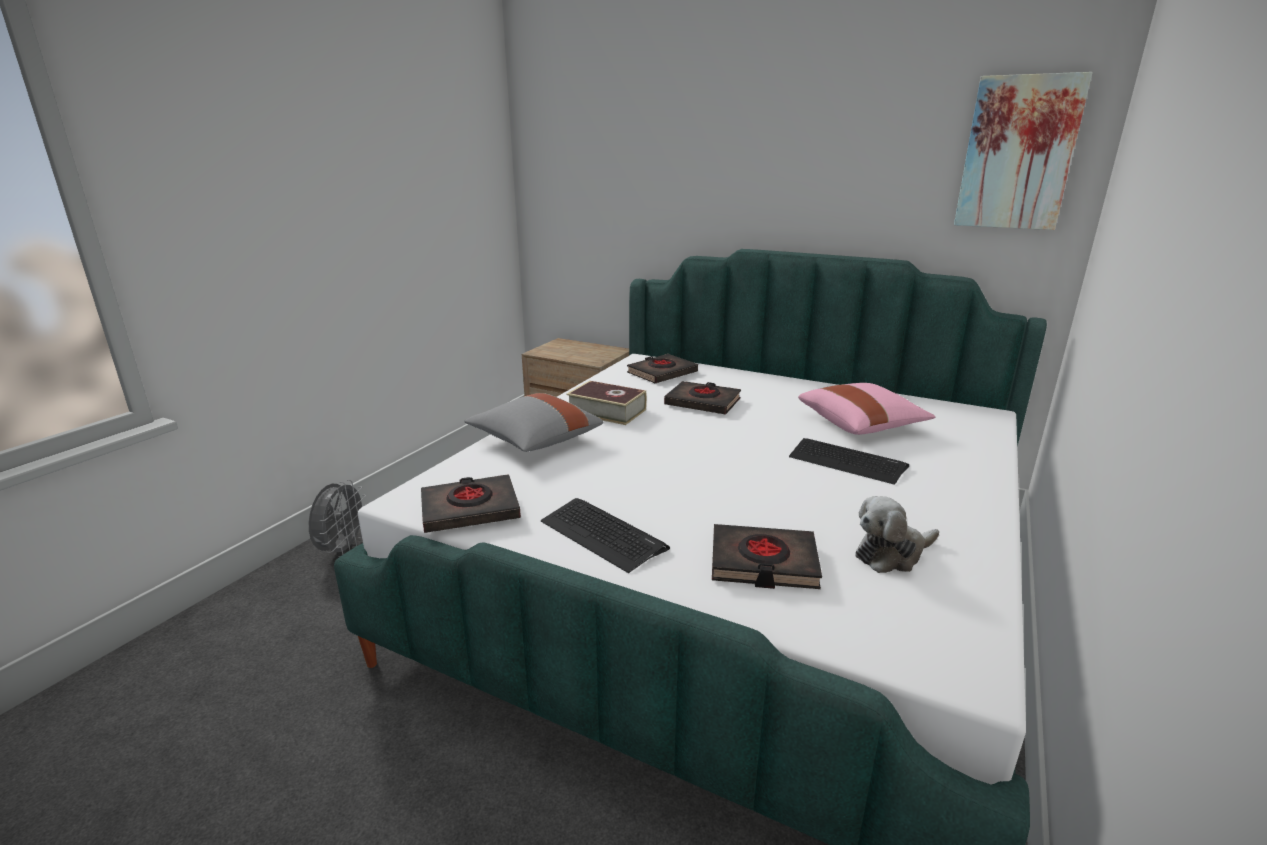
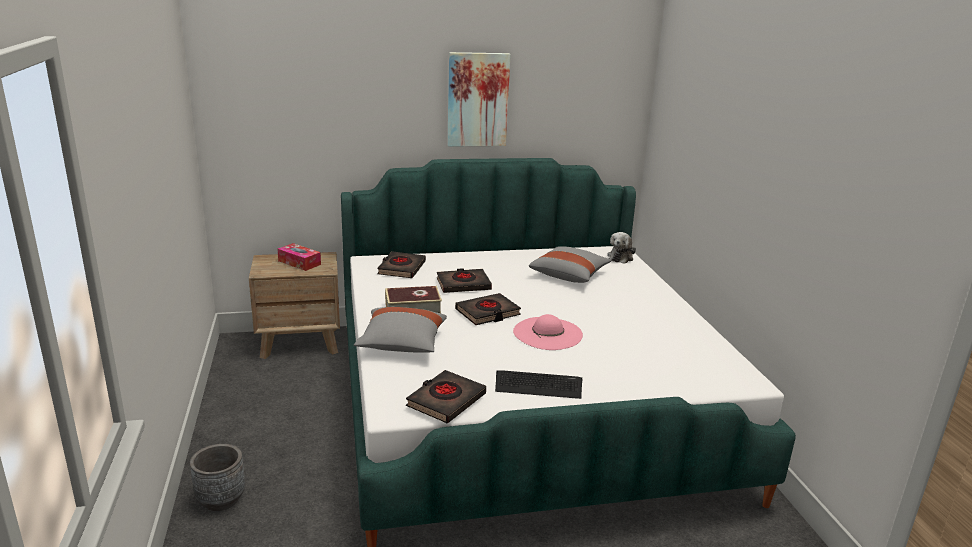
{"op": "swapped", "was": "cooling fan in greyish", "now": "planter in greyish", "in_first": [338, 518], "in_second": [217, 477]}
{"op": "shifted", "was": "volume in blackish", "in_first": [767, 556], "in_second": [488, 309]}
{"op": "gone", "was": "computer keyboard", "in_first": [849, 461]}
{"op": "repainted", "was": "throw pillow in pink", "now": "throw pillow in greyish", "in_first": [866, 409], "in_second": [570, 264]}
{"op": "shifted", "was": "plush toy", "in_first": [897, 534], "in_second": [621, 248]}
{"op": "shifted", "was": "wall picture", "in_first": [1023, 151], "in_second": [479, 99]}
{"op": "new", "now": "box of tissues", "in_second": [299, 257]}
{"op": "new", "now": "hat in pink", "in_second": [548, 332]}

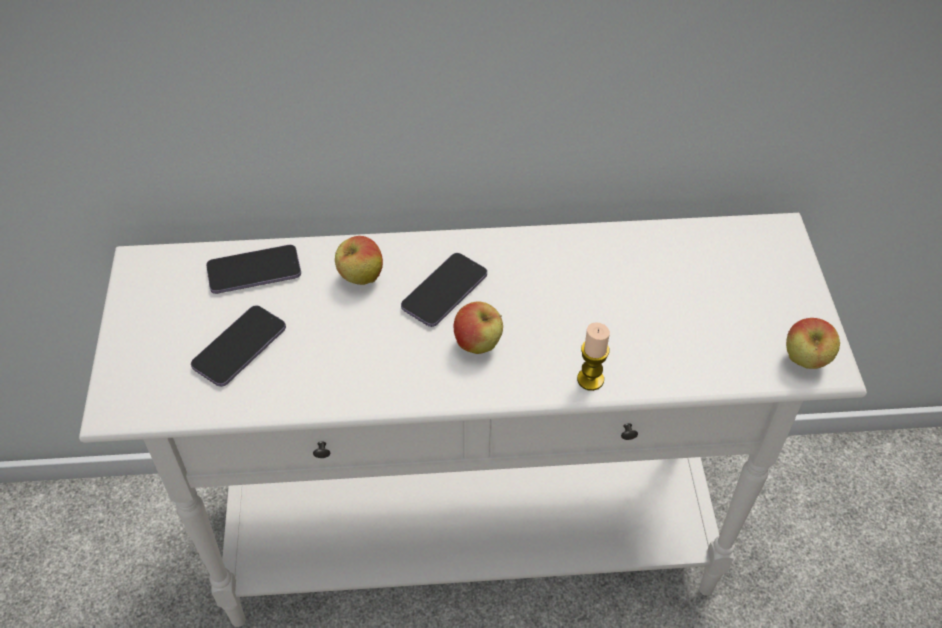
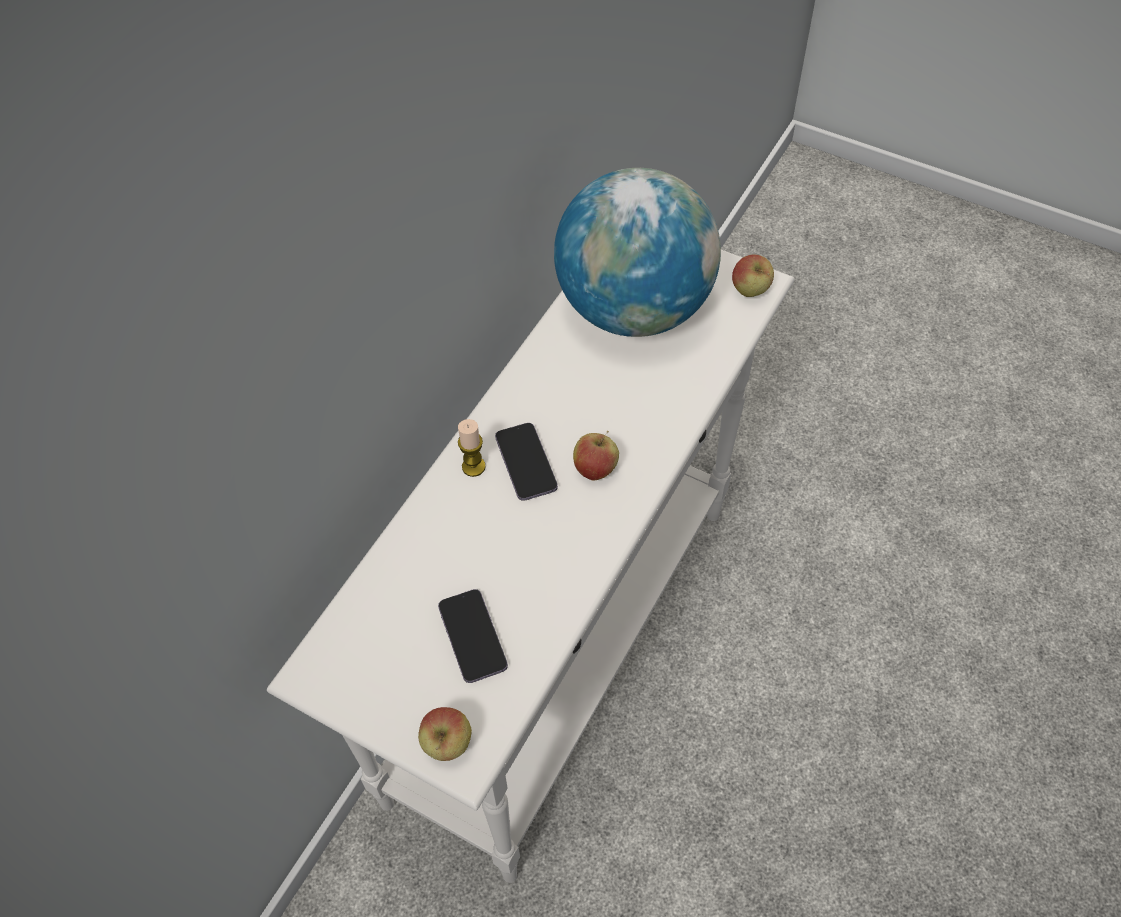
{"op": "gone", "was": "telephone", "in_first": [253, 269]}
{"op": "shifted", "was": "apple", "in_first": [359, 260], "in_second": [445, 734]}
{"op": "shifted", "was": "wax candle", "in_first": [593, 356], "in_second": [472, 448]}
{"op": "new", "now": "desk globe", "in_second": [637, 252]}

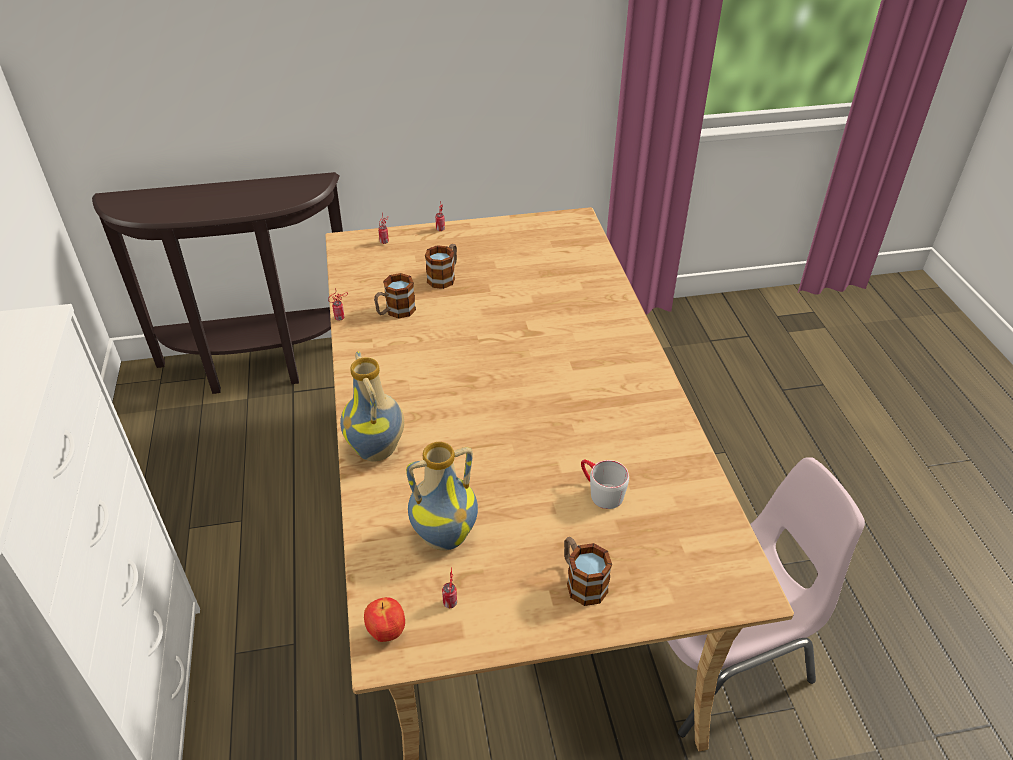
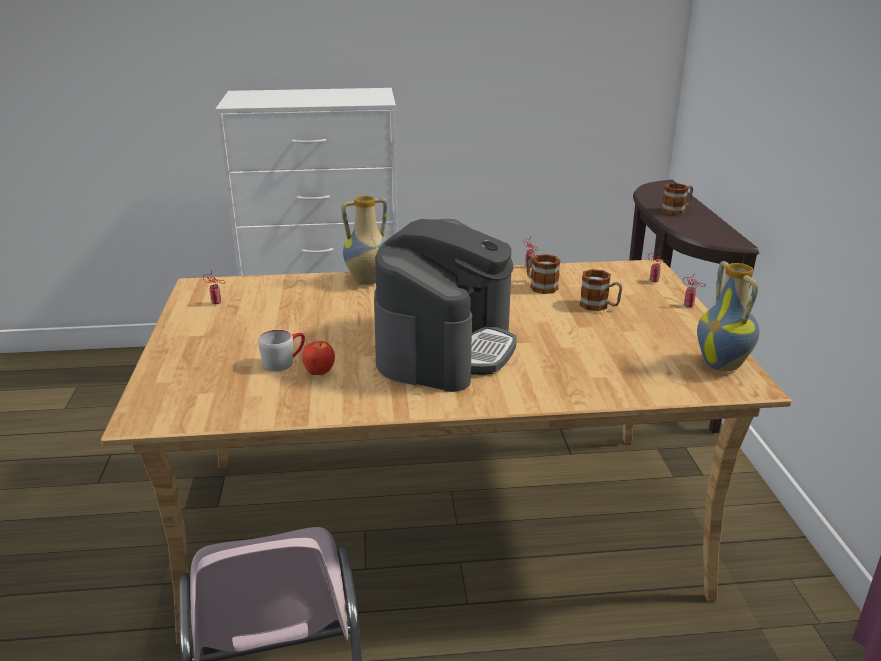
{"op": "shifted", "was": "apple", "in_first": [384, 619], "in_second": [318, 358]}
{"op": "shifted", "was": "vase", "in_first": [442, 496], "in_second": [728, 316]}
{"op": "shifted", "was": "mug", "in_first": [588, 571], "in_second": [677, 199]}
{"op": "new", "now": "coffee brewer", "in_second": [445, 305]}

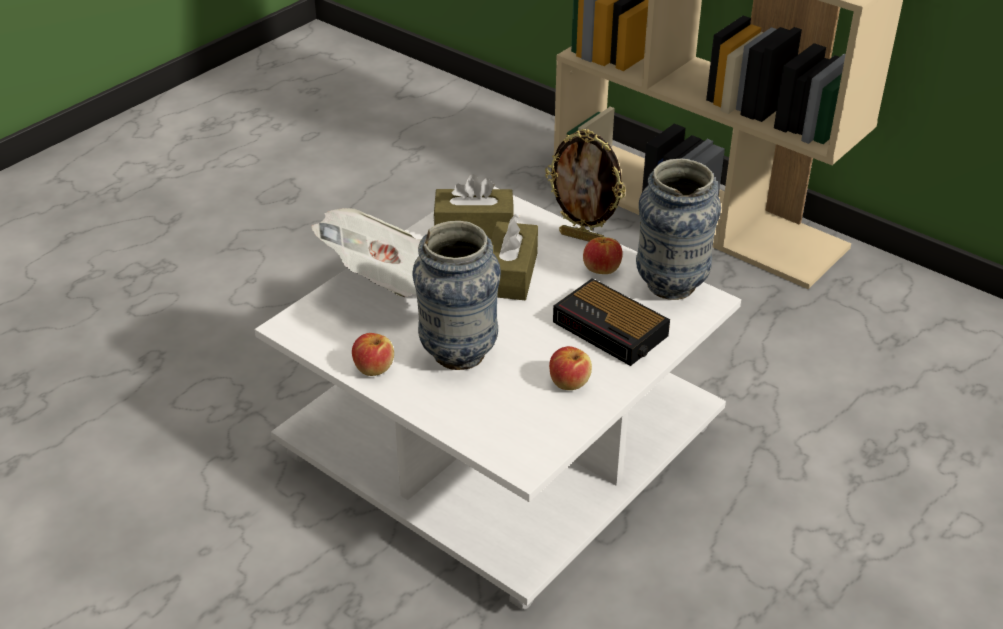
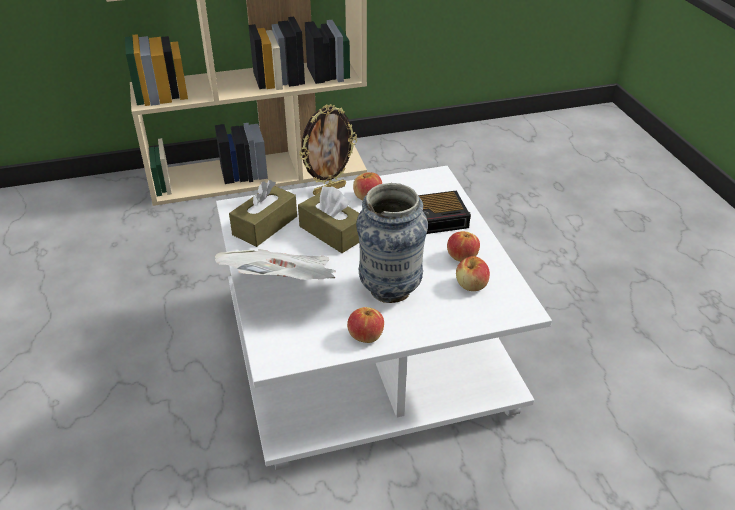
{"op": "gone", "was": "vase", "in_first": [678, 229]}
{"op": "new", "now": "apple", "in_second": [473, 273]}

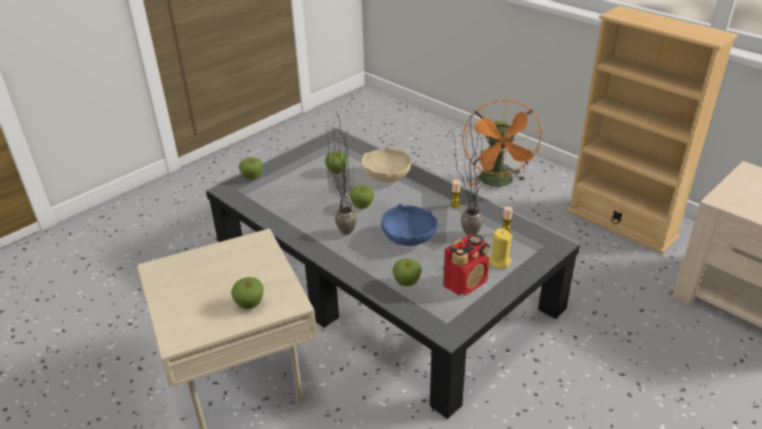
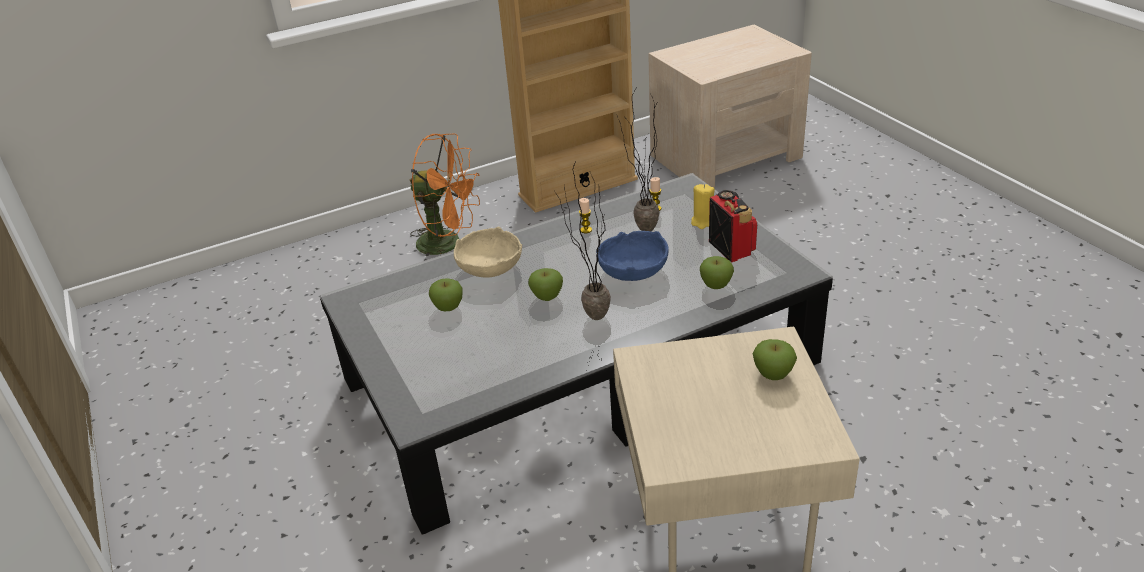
{"op": "gone", "was": "apple", "in_first": [251, 168]}

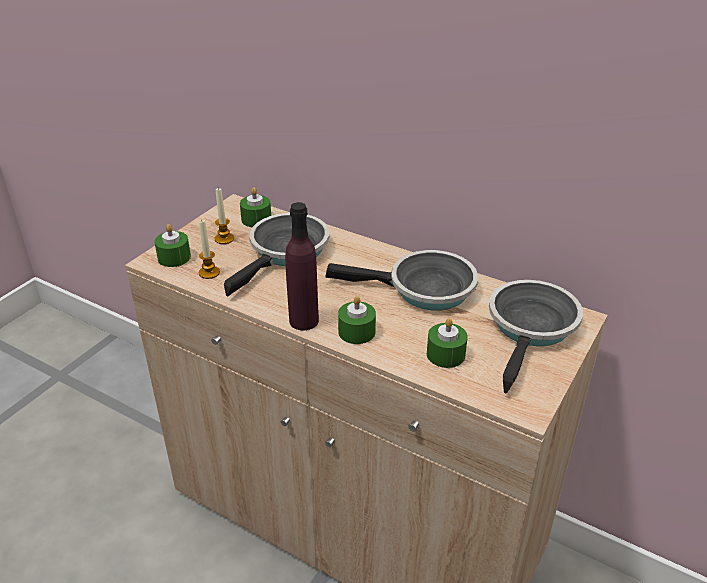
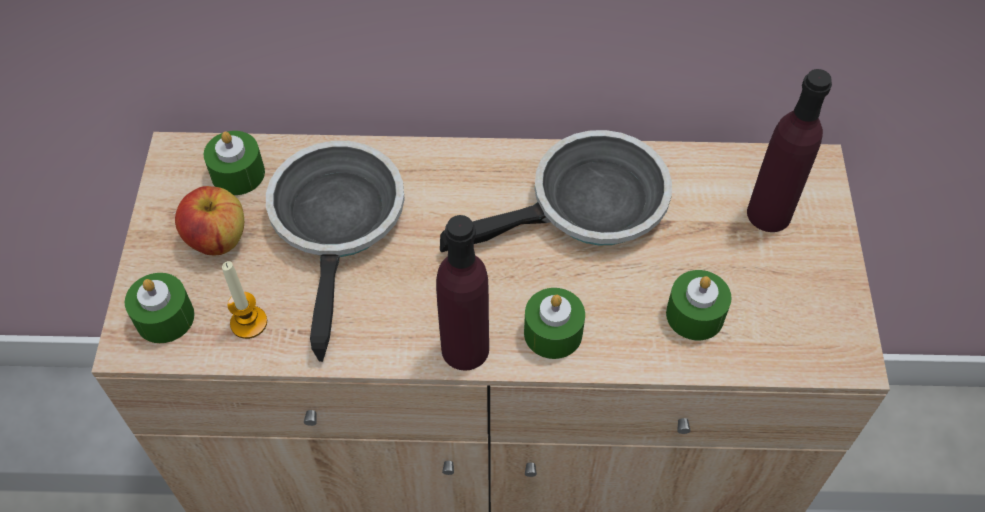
{"op": "swapped", "was": "wax candle", "now": "apple", "in_first": [224, 216], "in_second": [209, 220]}
{"op": "swapped", "was": "pan", "now": "bottle in purple-coloured", "in_first": [536, 337], "in_second": [789, 150]}

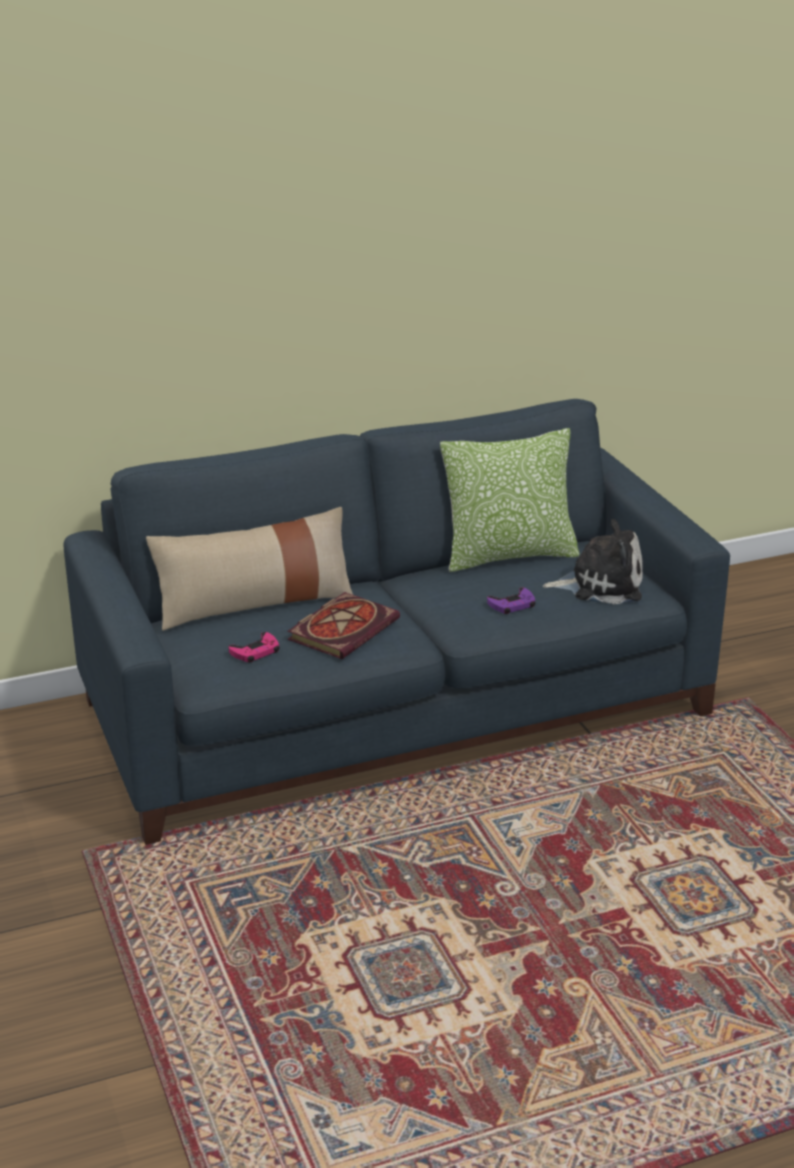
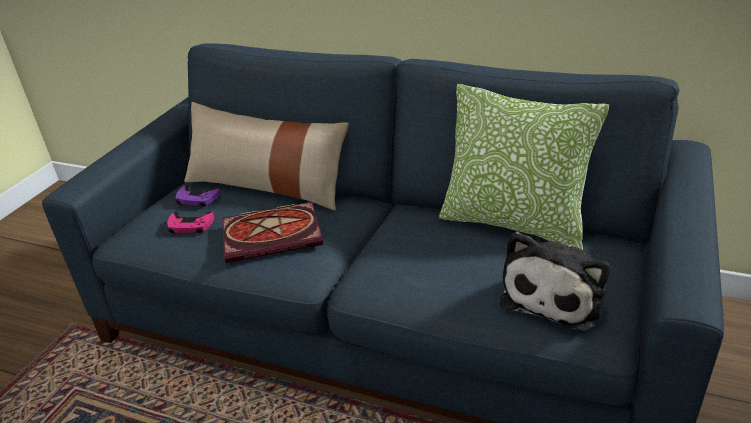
{"op": "shifted", "was": "game controller in purple-coloured", "in_first": [511, 601], "in_second": [197, 196]}
{"op": "rotated", "was": "plush toy", "in_first": [593, 562], "in_second": [555, 282], "clockwise": 75}

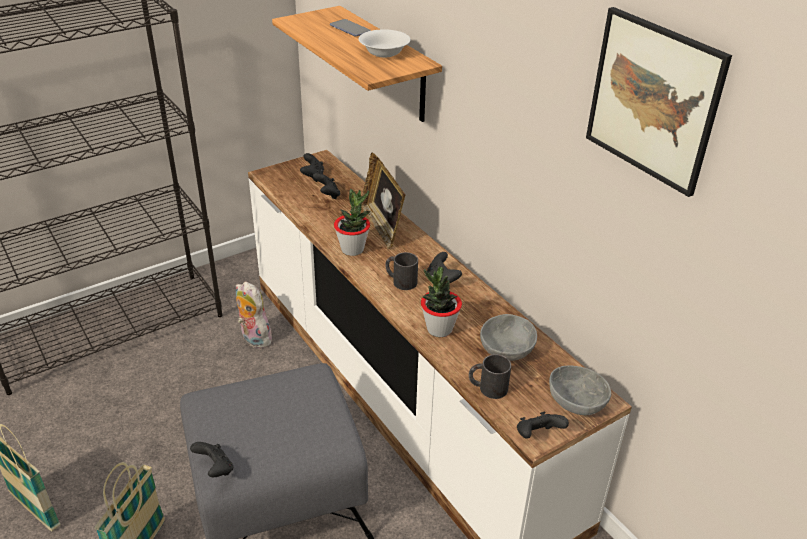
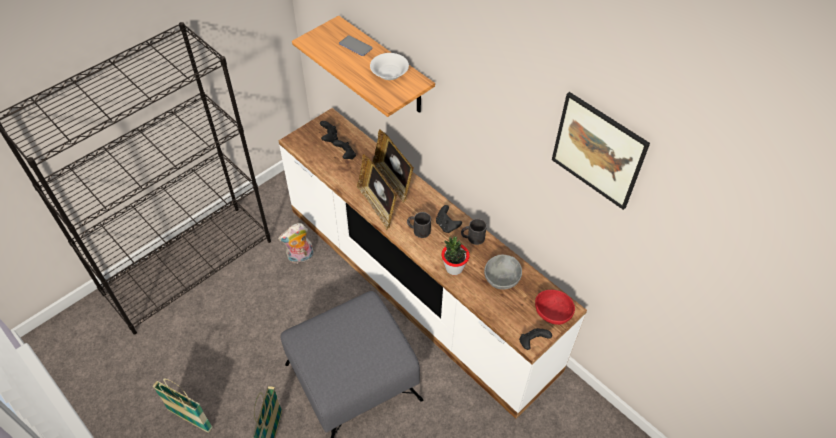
{"op": "gone", "was": "game controller in blackish", "in_first": [211, 459]}
{"op": "rotated", "was": "plush toy", "in_first": [254, 315], "in_second": [296, 243], "clockwise": -60}
{"op": "swapped", "was": "houseplant", "now": "picture frame", "in_first": [352, 222], "in_second": [377, 192]}
{"op": "shifted", "was": "mug in blackish", "in_first": [490, 376], "in_second": [474, 232]}
{"op": "repainted", "was": "serving bowl in greyish", "now": "serving bowl in reddish", "in_first": [580, 390], "in_second": [555, 307]}

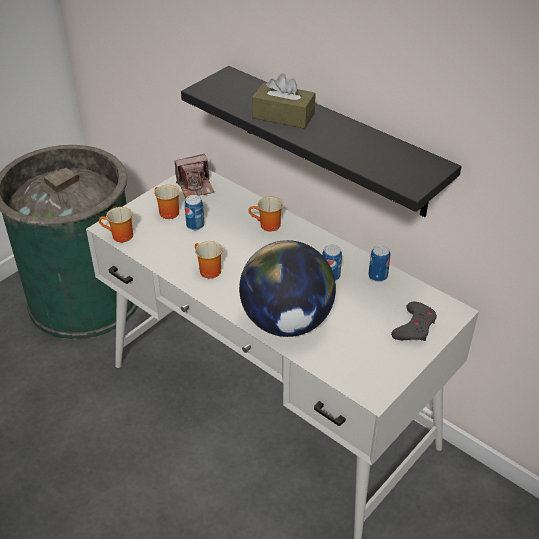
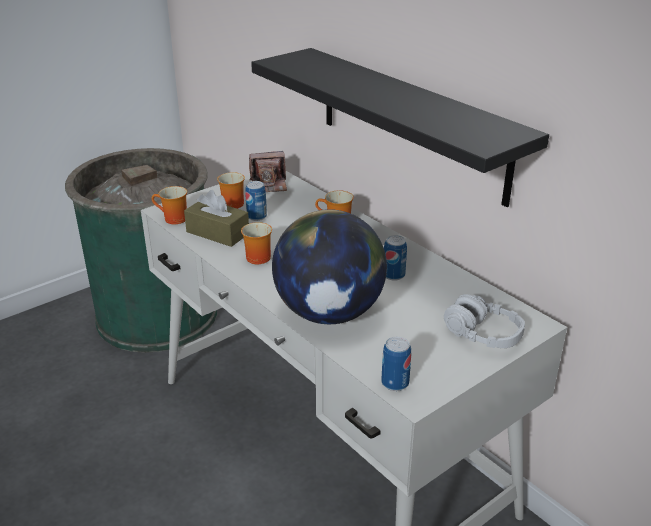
{"op": "shifted", "was": "box of tissues in brown", "in_first": [284, 101], "in_second": [216, 218]}
{"op": "shifted", "was": "can", "in_first": [379, 263], "in_second": [396, 364]}
{"op": "swapped", "was": "game controller in greyish", "now": "headphones in greyish", "in_first": [414, 321], "in_second": [484, 321]}

